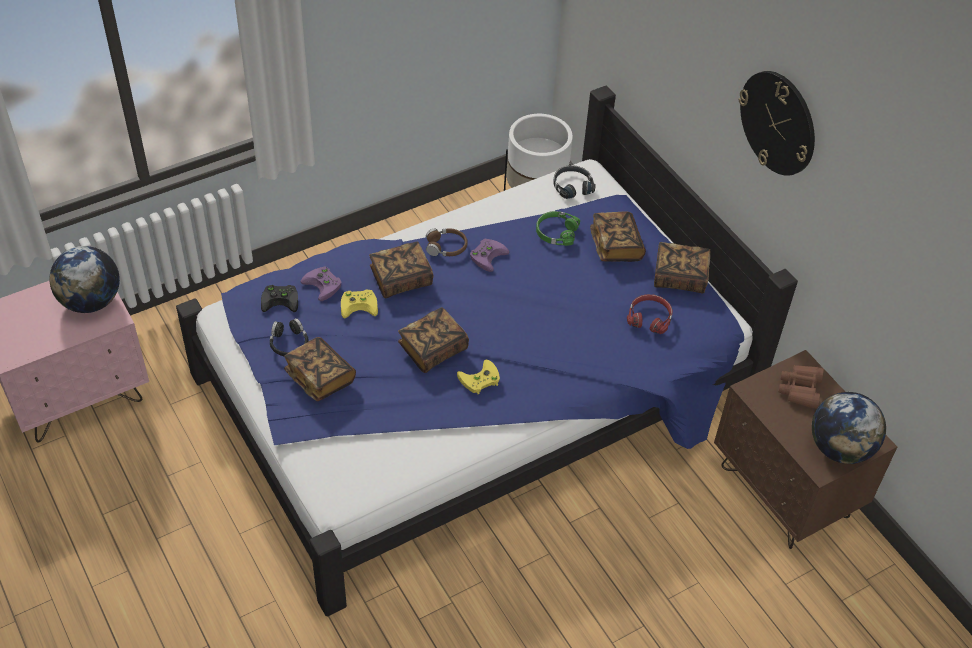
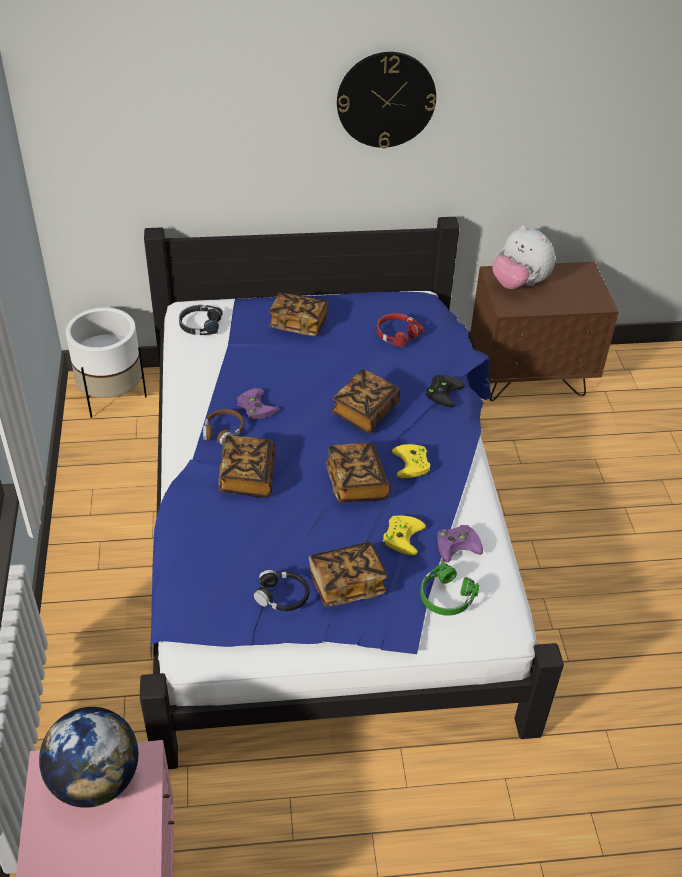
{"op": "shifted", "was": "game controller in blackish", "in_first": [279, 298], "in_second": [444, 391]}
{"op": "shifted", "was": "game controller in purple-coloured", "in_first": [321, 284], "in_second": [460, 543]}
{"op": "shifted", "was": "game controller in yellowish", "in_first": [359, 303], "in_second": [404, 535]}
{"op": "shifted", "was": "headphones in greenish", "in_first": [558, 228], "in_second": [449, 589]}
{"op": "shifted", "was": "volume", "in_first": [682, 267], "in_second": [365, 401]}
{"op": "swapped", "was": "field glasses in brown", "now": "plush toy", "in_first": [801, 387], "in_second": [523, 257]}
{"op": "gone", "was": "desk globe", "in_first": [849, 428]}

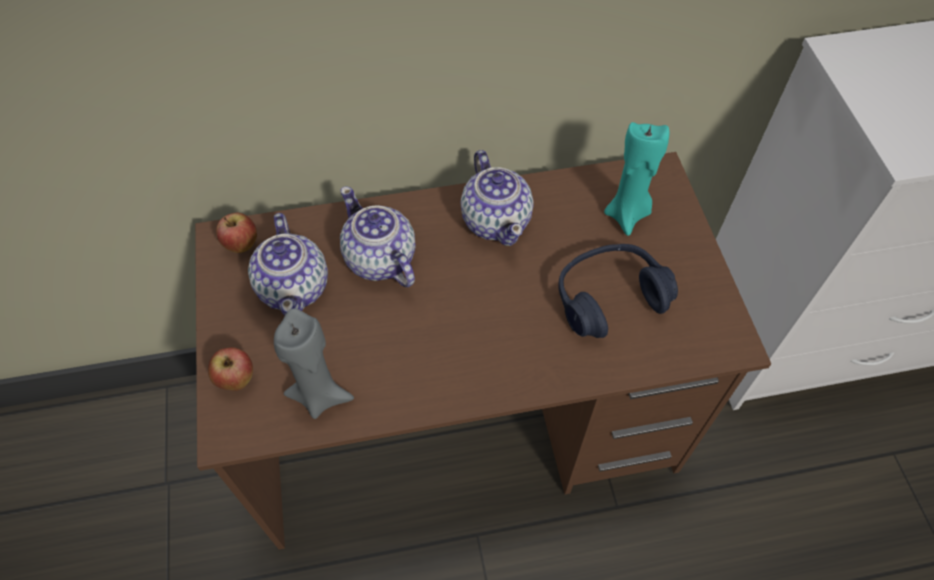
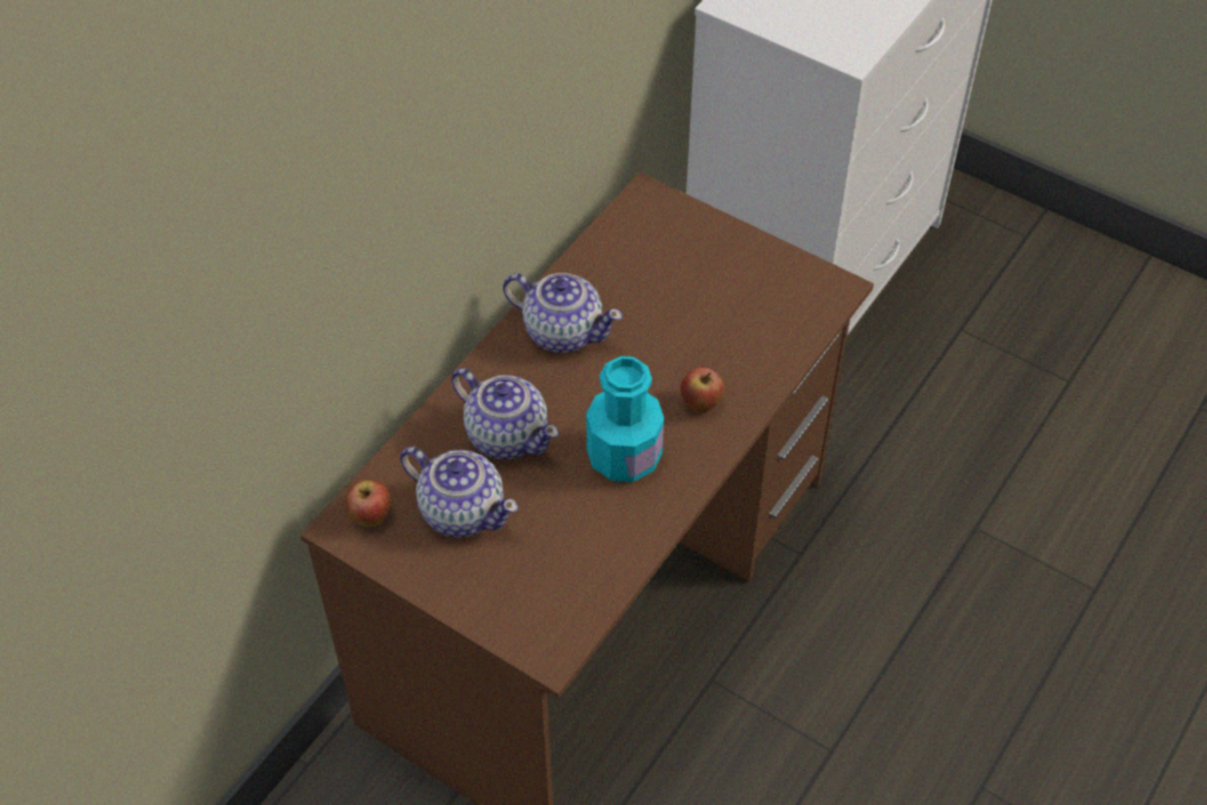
{"op": "shifted", "was": "apple", "in_first": [230, 369], "in_second": [702, 390]}
{"op": "gone", "was": "wax candle in greyish", "in_first": [314, 364]}
{"op": "rotated", "was": "pot for tea", "in_first": [377, 236], "in_second": [505, 413], "clockwise": -150}
{"op": "gone", "was": "headphones in bluish", "in_first": [618, 291]}
{"op": "gone", "was": "wax candle in turquoise-coloured", "in_first": [636, 179]}
{"op": "new", "now": "bottle in turquoise-coloured", "in_second": [625, 419]}

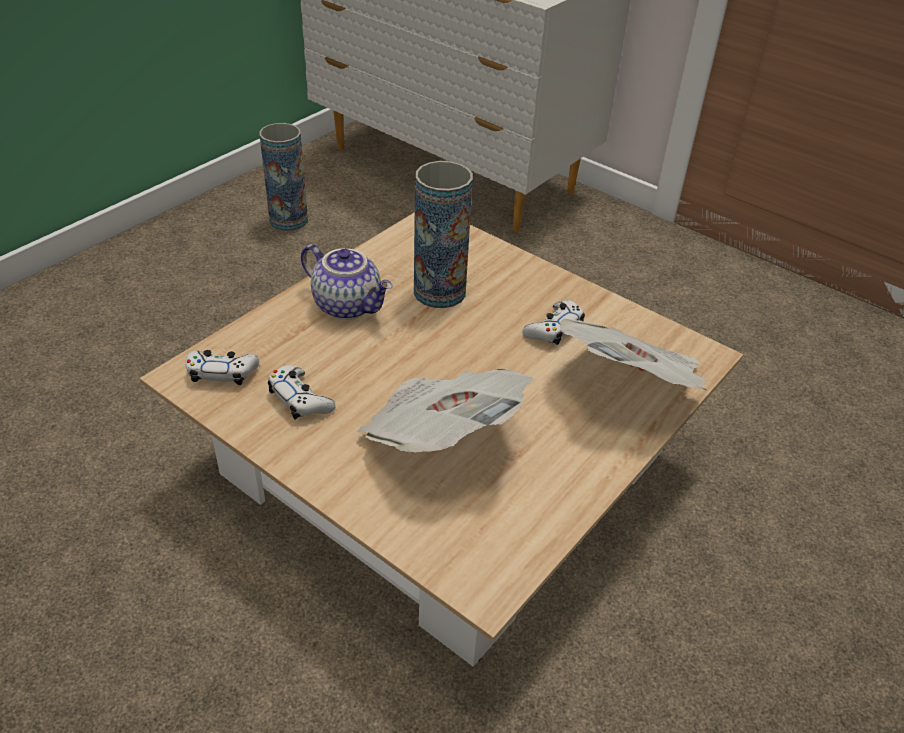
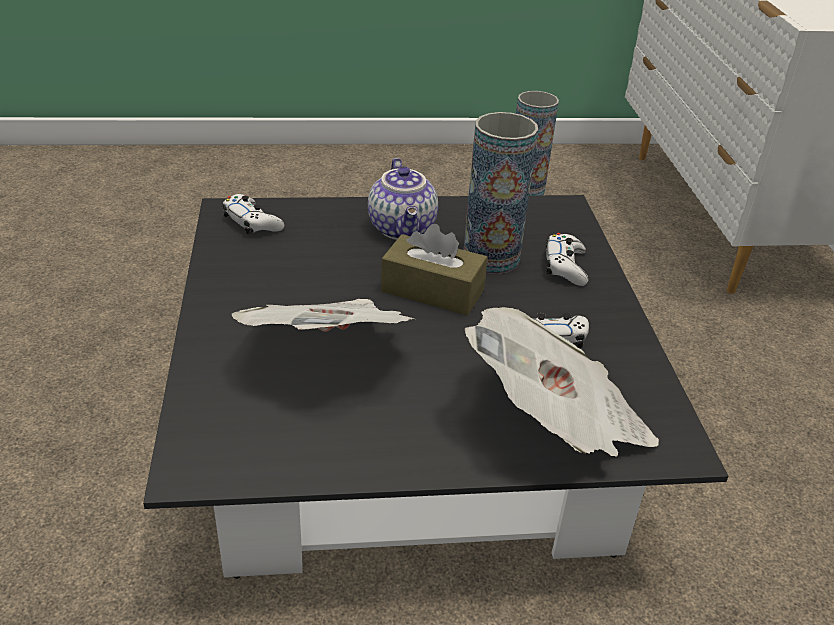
{"op": "repainted", "was": "coffee table in beige-coloured", "now": "coffee table in blackish", "in_first": [441, 439], "in_second": [435, 387]}
{"op": "shifted", "was": "game controller in white-coloured", "in_first": [301, 392], "in_second": [567, 259]}
{"op": "new", "now": "box of tissues in brown", "in_second": [434, 269]}

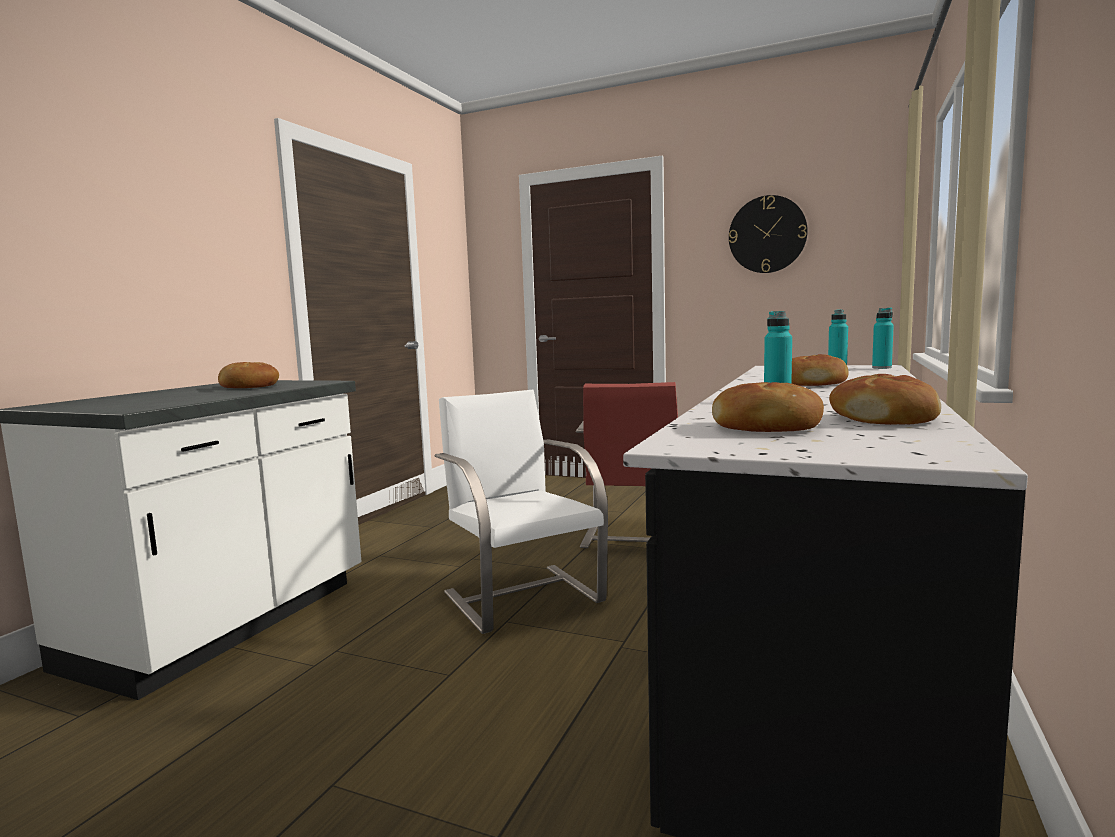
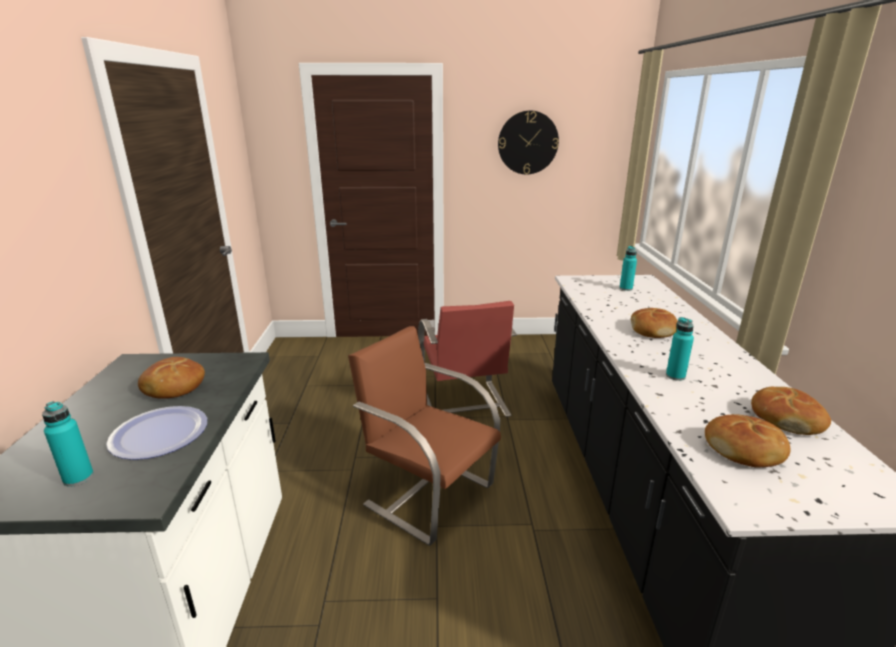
{"op": "repainted", "was": "plain chair in white-coloured", "now": "plain chair in brown", "in_first": [521, 512], "in_second": [424, 436]}
{"op": "shifted", "was": "bottle in turquoise-coloured", "in_first": [883, 338], "in_second": [68, 444]}
{"op": "new", "now": "plate", "in_second": [156, 433]}

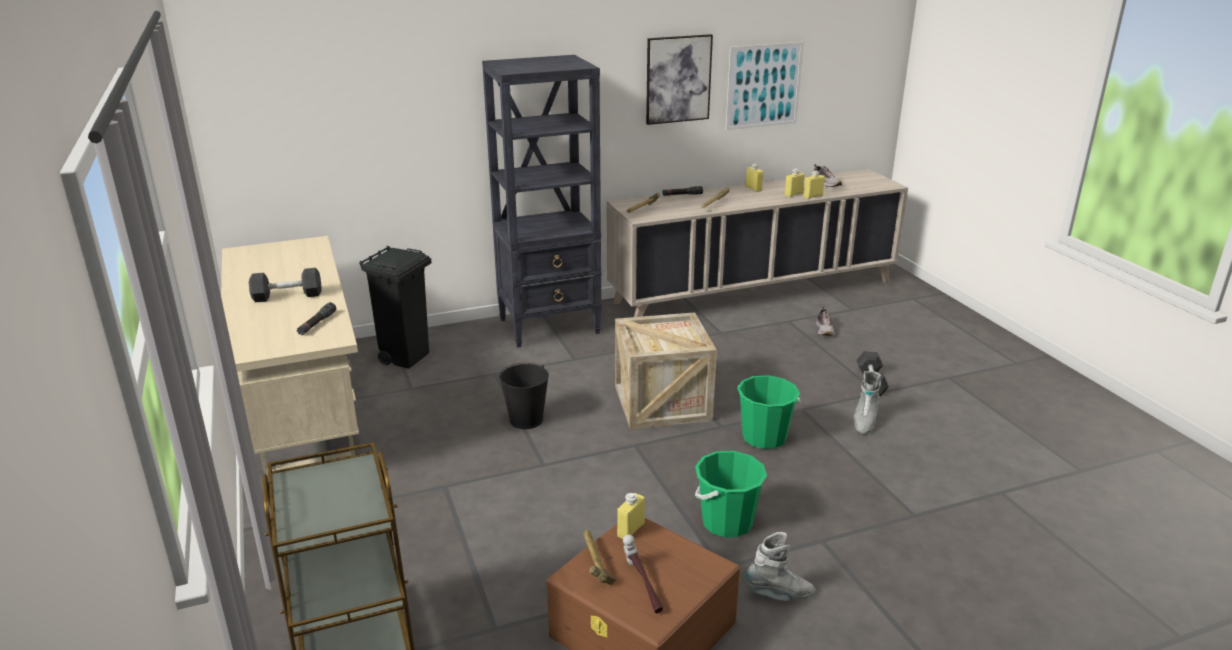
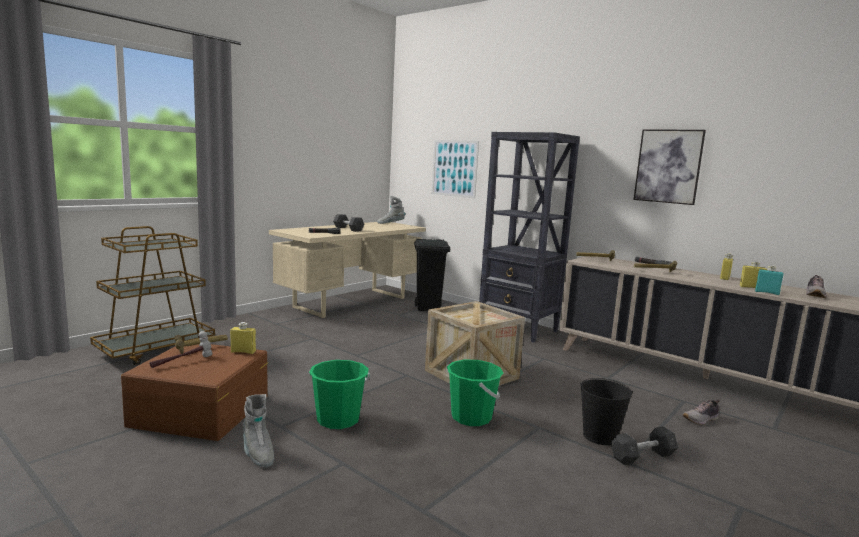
{"op": "shifted", "was": "bucket in blackish", "in_first": [524, 396], "in_second": [606, 411]}
{"op": "shifted", "was": "wall picture", "in_first": [765, 86], "in_second": [455, 169]}
{"op": "repainted", "was": "bottle in yellowish", "now": "bottle in turquoise-coloured", "in_first": [814, 185], "in_second": [769, 280]}
{"op": "shifted", "was": "high-top boot in greyish", "in_first": [867, 403], "in_second": [391, 210]}

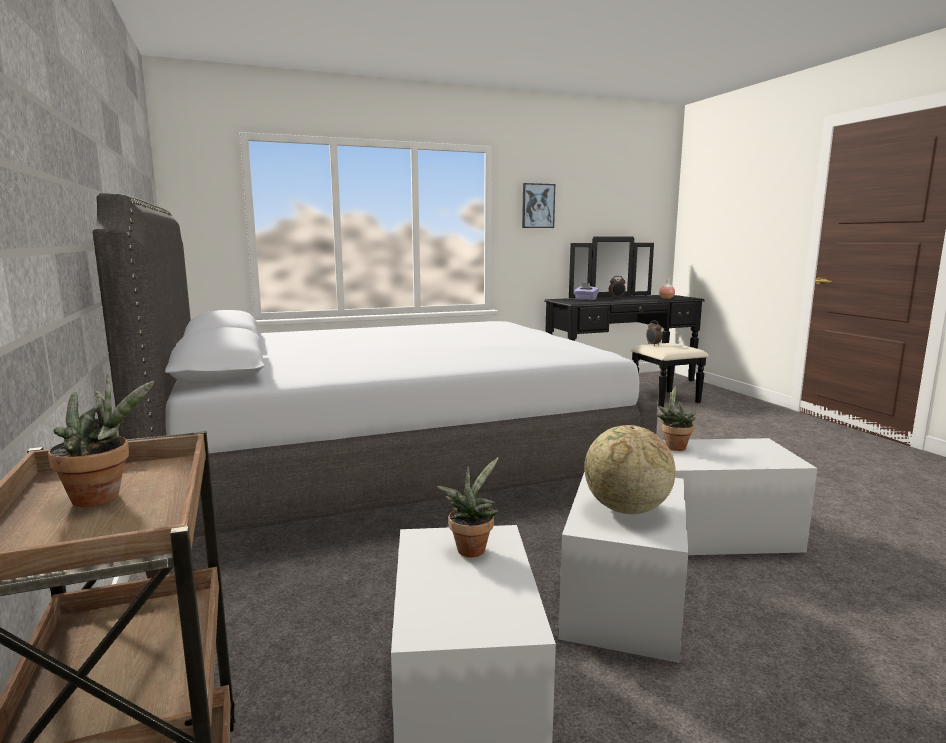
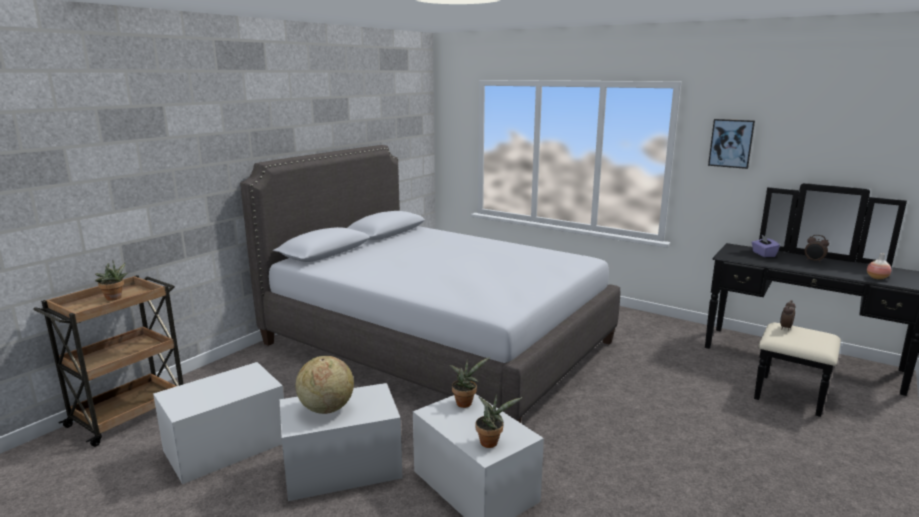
{"op": "shifted", "was": "houseplant", "in_first": [467, 507], "in_second": [498, 421]}

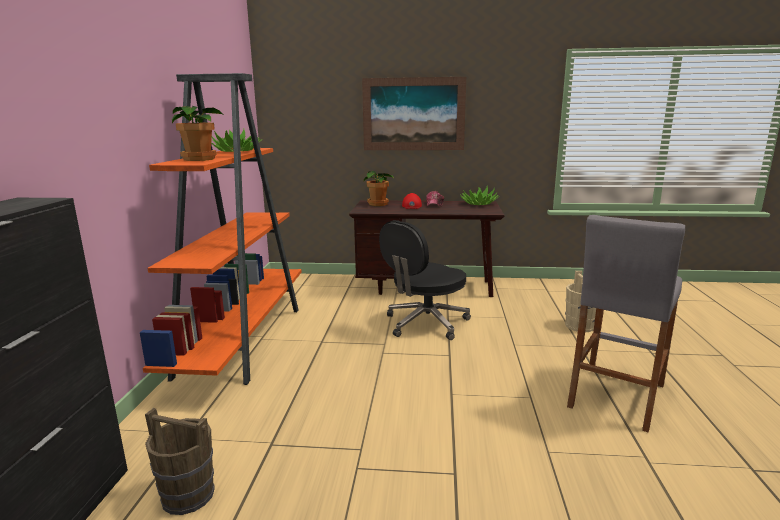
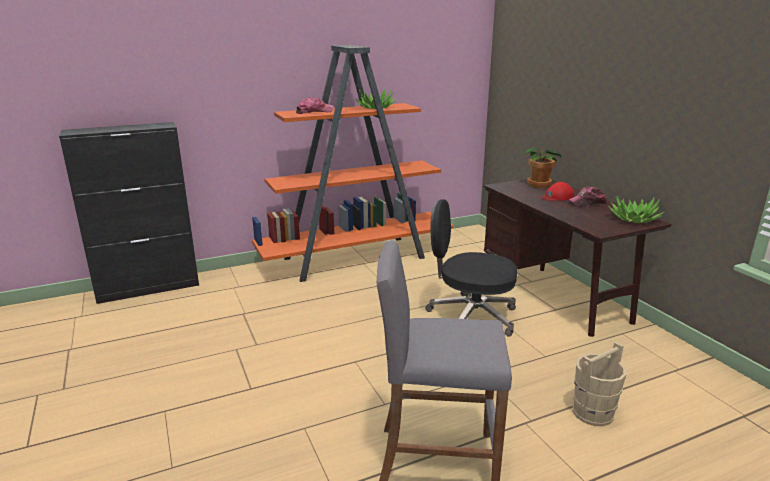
{"op": "gone", "was": "bucket in brown", "in_first": [180, 461]}
{"op": "swapped", "was": "houseplant", "now": "cap", "in_first": [197, 133], "in_second": [315, 105]}
{"op": "gone", "was": "wall picture", "in_first": [414, 113]}

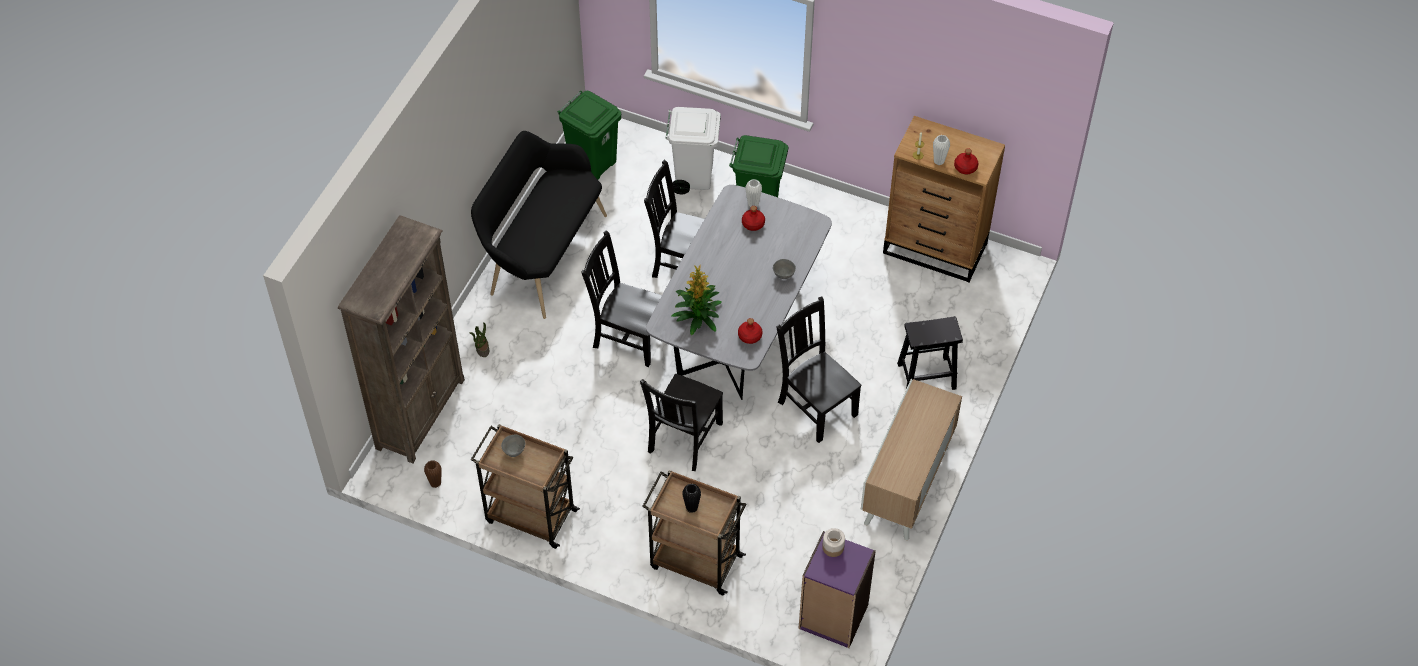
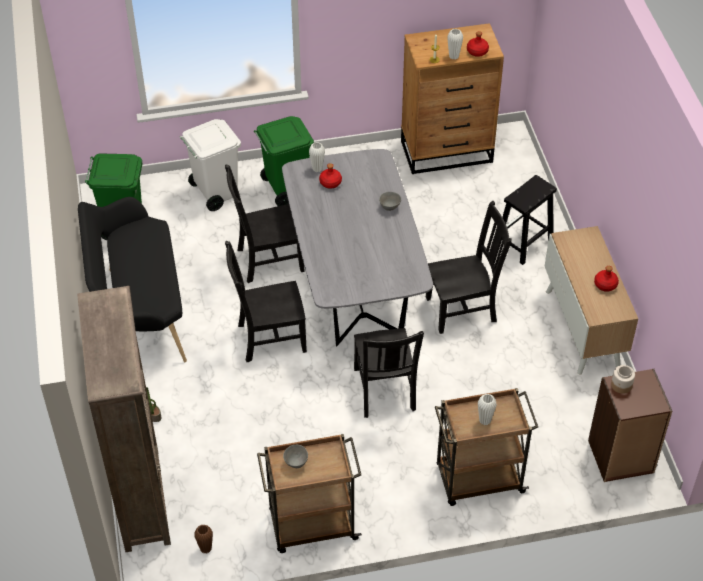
{"op": "gone", "was": "houseplant", "in_first": [697, 300]}
{"op": "repainted", "was": "vase in blackish", "now": "vase in white-coloured", "in_first": [691, 498], "in_second": [487, 410]}
{"op": "shifted", "was": "bottle in reddish", "in_first": [750, 331], "in_second": [606, 279]}
{"op": "rotated", "was": "plain chair in blackish", "in_first": [819, 369], "in_second": [469, 267], "clockwise": 150}
{"op": "repainted", "was": "shelving unit in purple-coloured", "now": "shelving unit in brown", "in_first": [837, 589], "in_second": [630, 425]}

